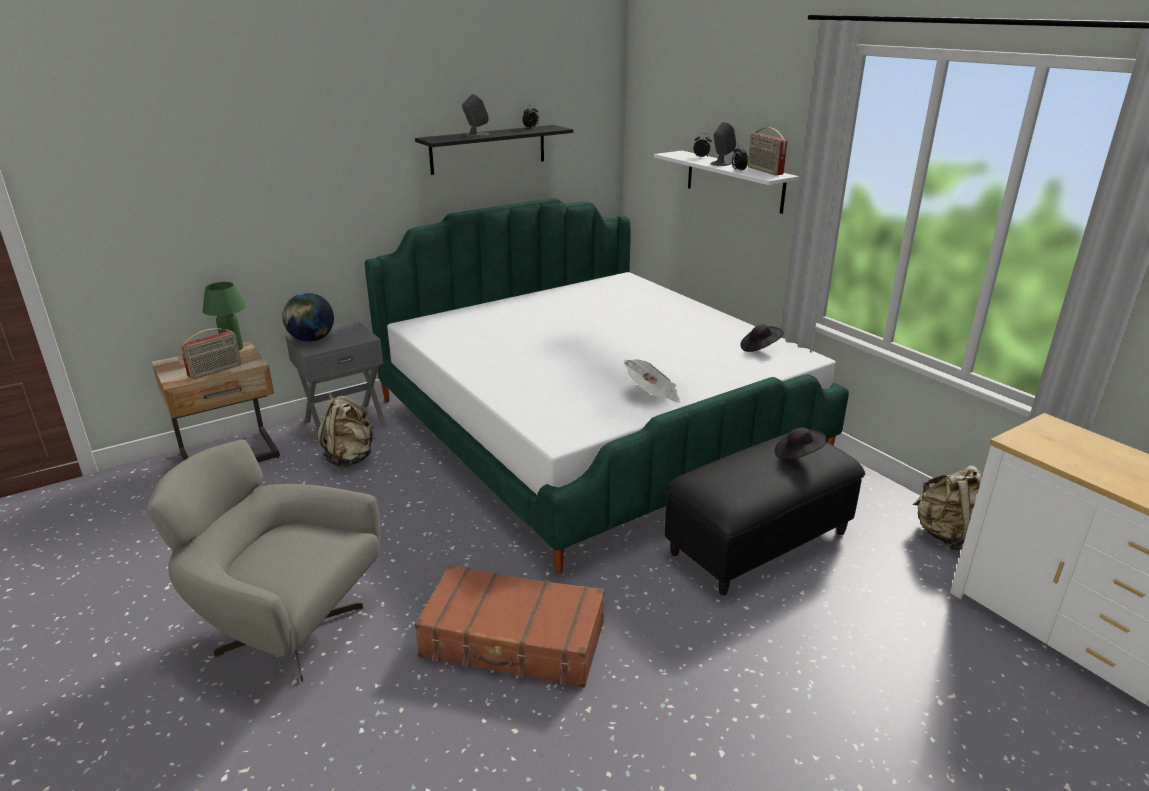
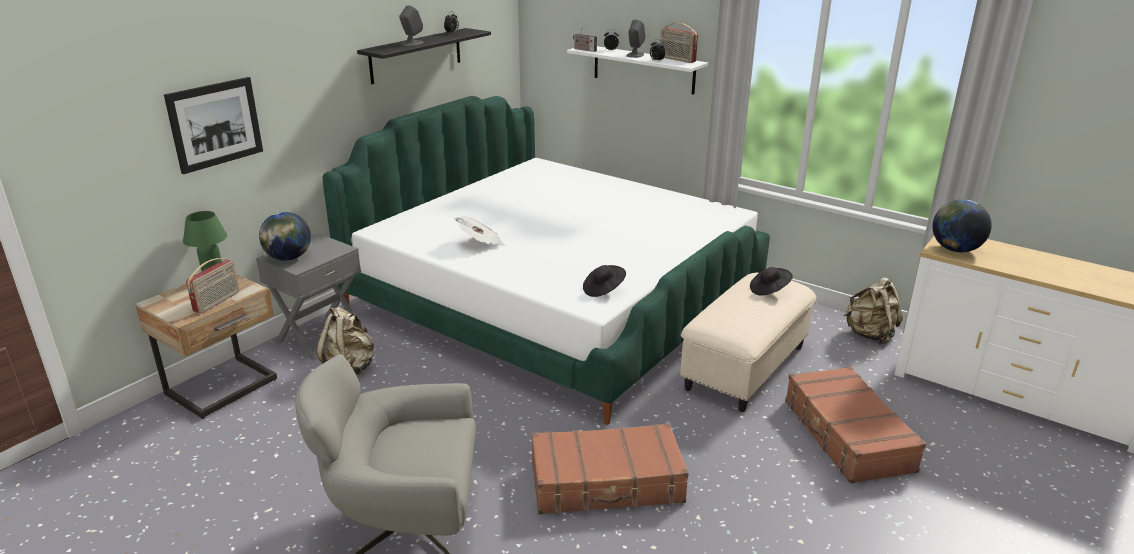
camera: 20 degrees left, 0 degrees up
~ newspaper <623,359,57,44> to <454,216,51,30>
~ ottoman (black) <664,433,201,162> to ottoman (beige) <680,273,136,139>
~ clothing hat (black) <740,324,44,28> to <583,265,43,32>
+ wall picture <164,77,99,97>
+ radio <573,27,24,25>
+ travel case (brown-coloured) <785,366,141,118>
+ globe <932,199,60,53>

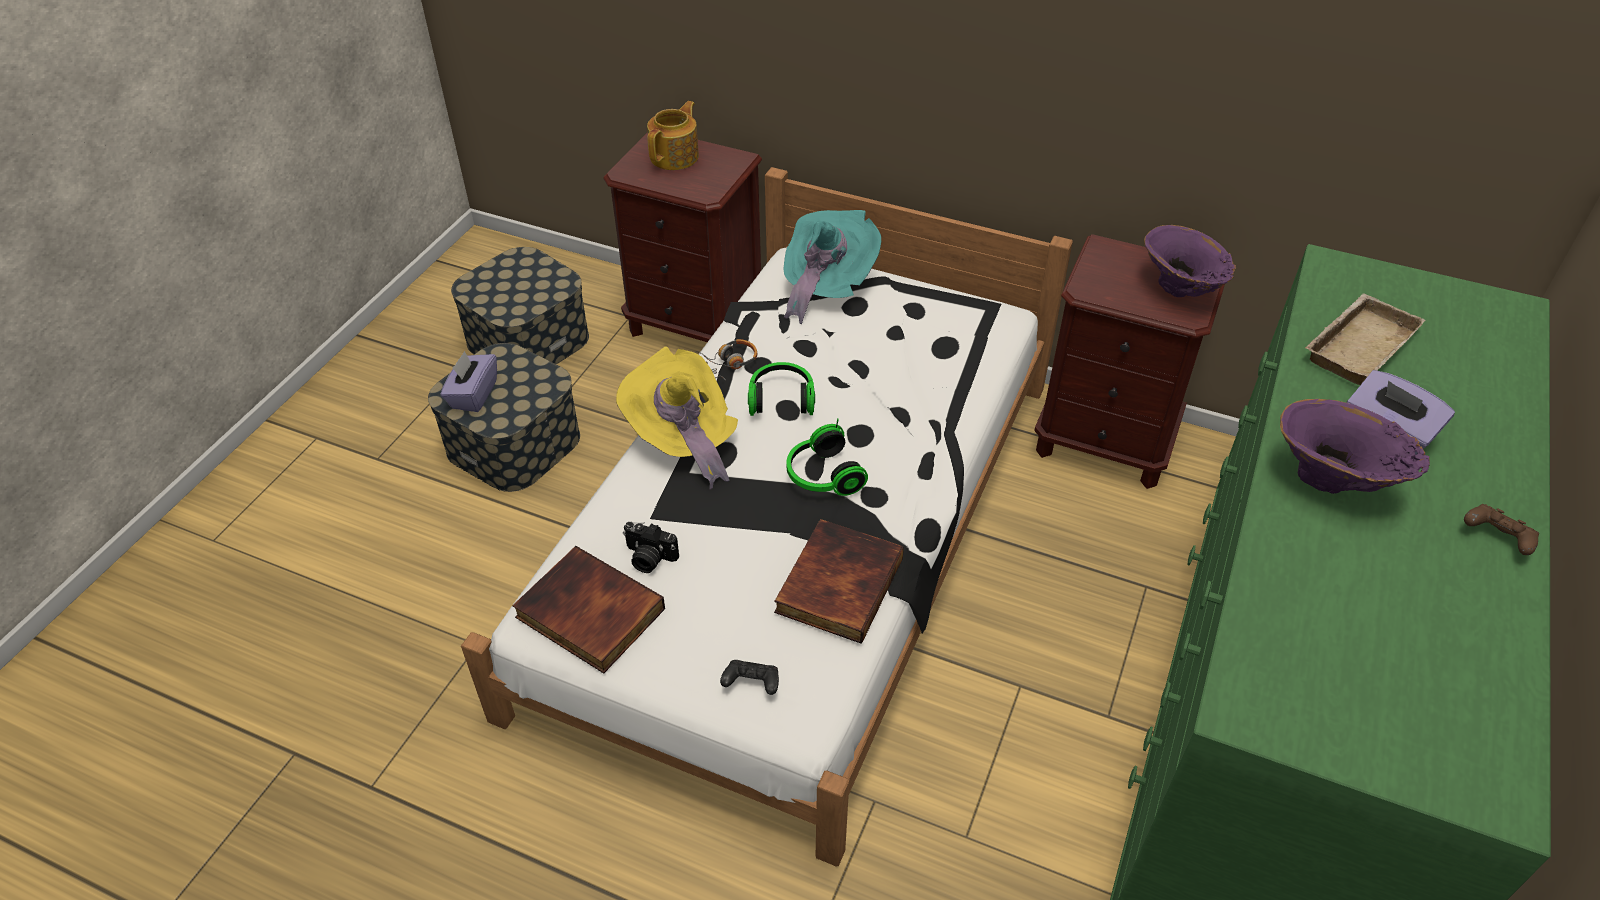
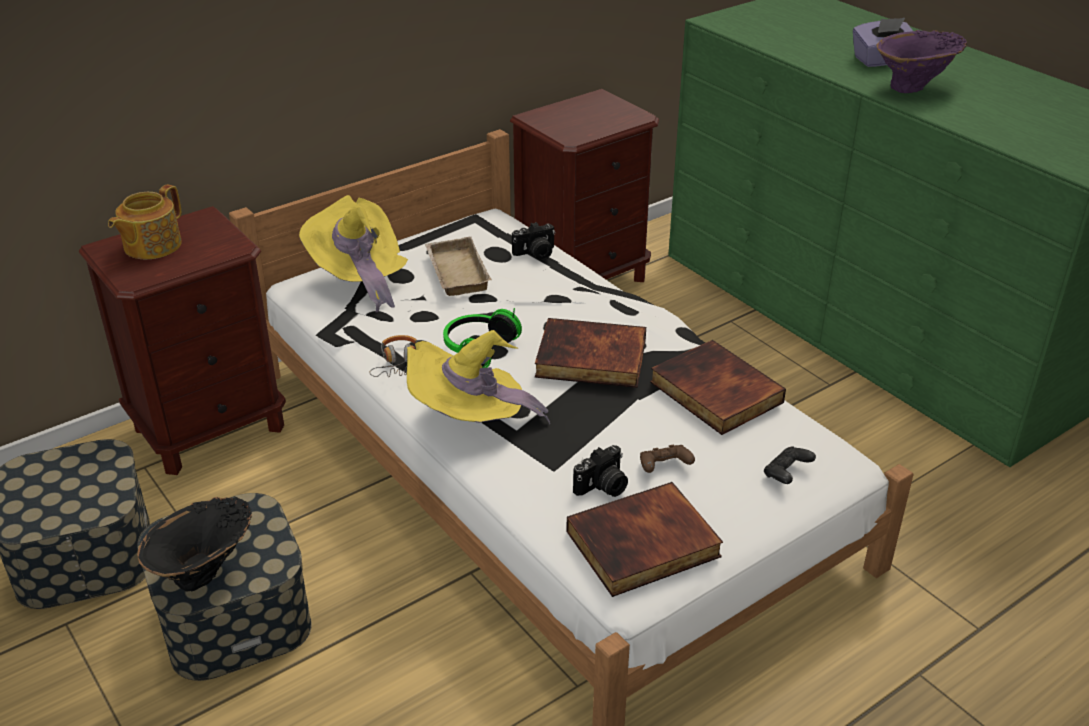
camera: 60 degrees left, 10 degrees down
~ tissue box (purple) <440,351,57,61> to decorative vase (black) <137,497,115,94>
~ pot for tea <647,101,52,69> = <108,184,74,75> 120 degrees counterclockwise
~ clothing hat (blue-green) <783,210,98,114> to clothing hat (yellow-coloured) <299,195,109,117>
~ pair of headphones <786,419,82,77> to volume <535,318,111,70>
- decorative vase (purple) <1144,225,92,72>
~ tray (beige) <1305,294,121,91> to <425,236,67,60>
~ game controller (brown-coloured) <1464,504,75,51> to <640,445,55,28>
+ photo camera <512,222,43,38>

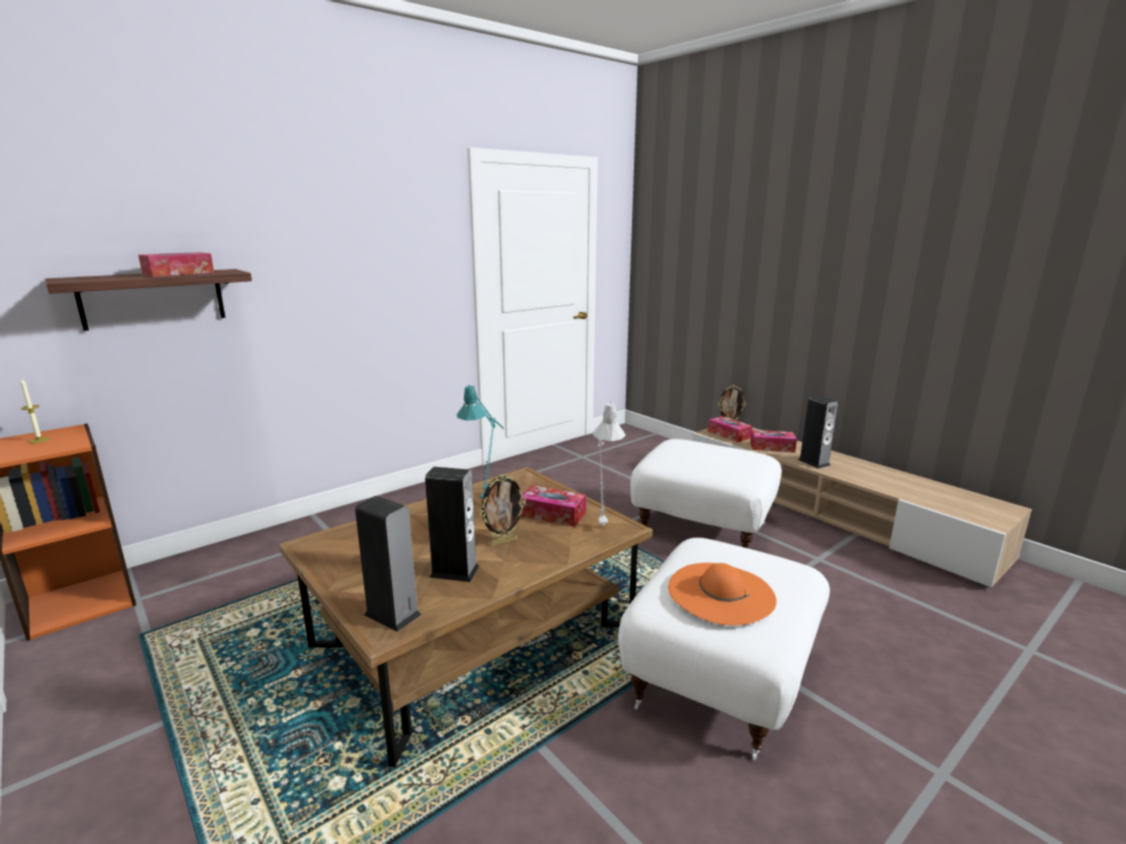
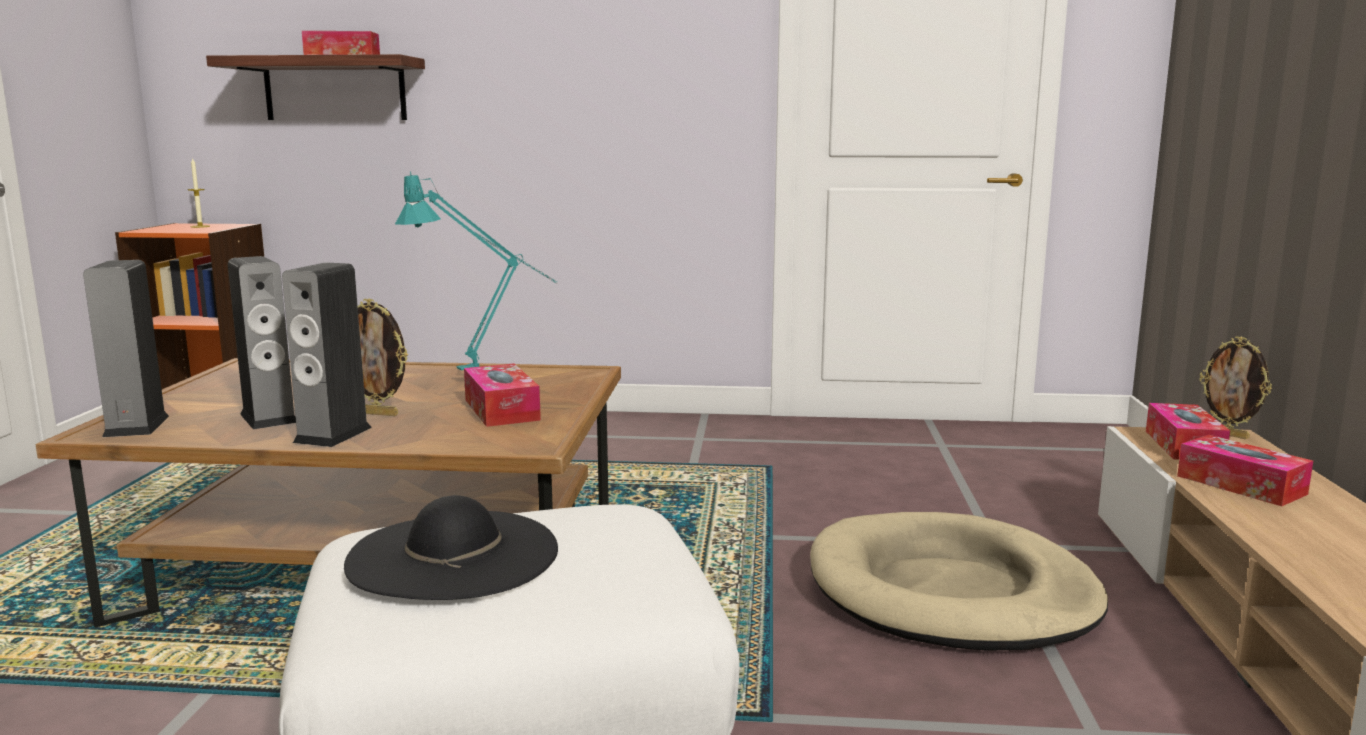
camera: 45 degrees right, 5 degrees down
- table lamp (gray) <593,401,33,125>
~ ottoman (white-coloured) <630,439,152,109> to pet bed (beige) <810,512,298,139>
~ clothing hat (orange-coloured) <668,563,109,63> to clothing hat (black) <344,495,214,105>
~ loudspeaker <798,396,40,73> to <282,263,90,184>

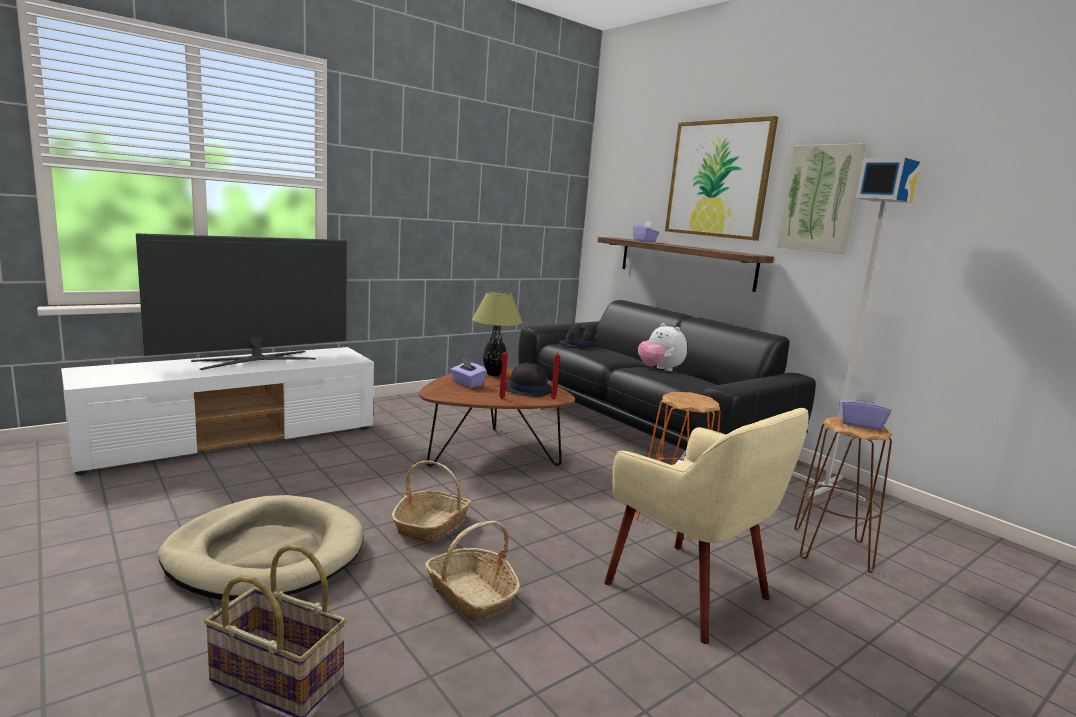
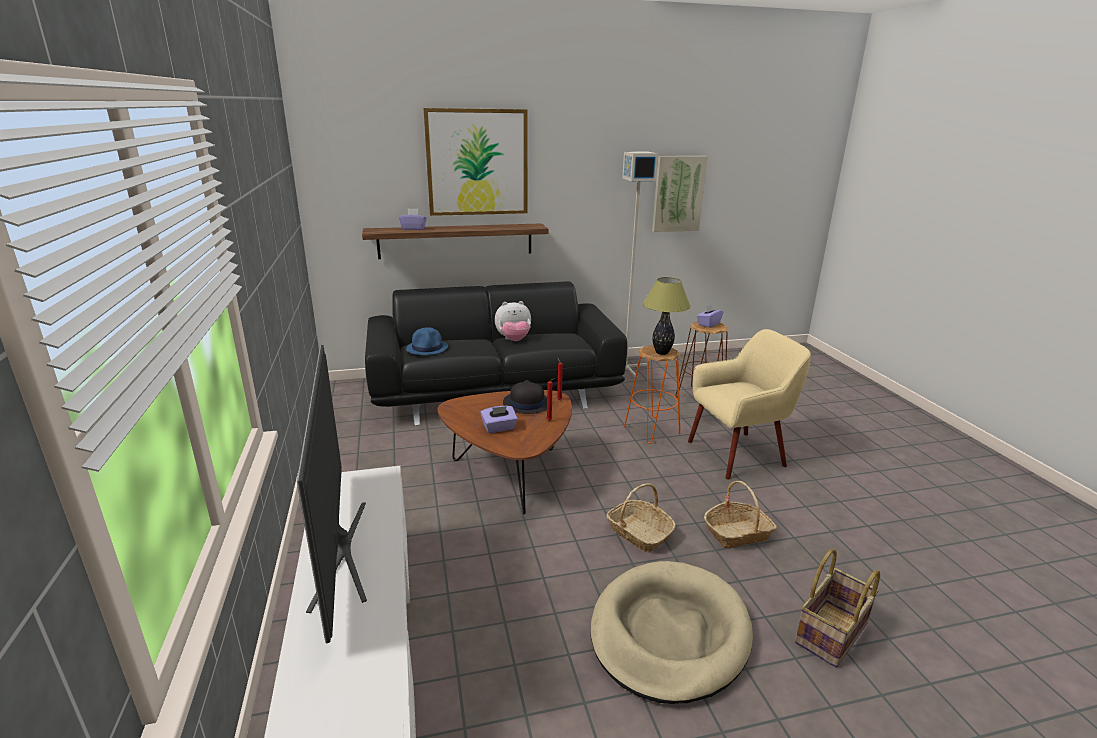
camera: 65 degrees left, 10 degrees up
~ table lamp <472,291,51,85> to <643,277,47,78>
~ clothing hat (black) <558,324,42,23> to clothing hat (blue) <406,327,42,28>
~ wall picture <777,144,89,110> to <652,156,56,76>

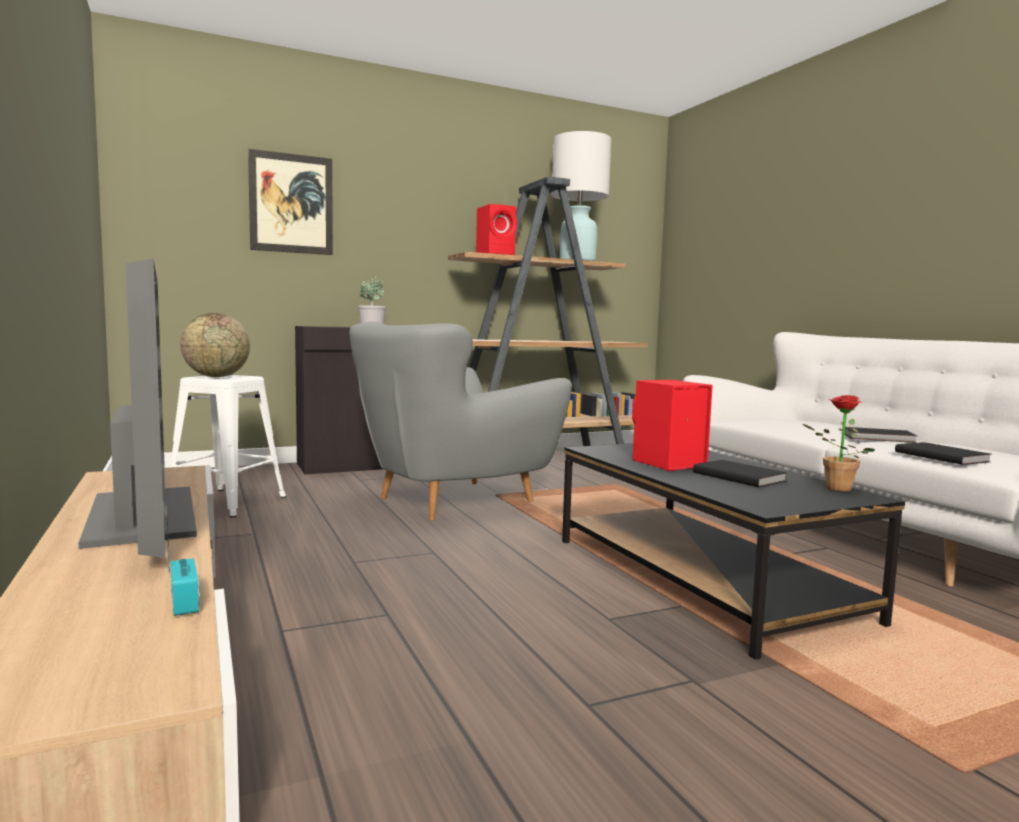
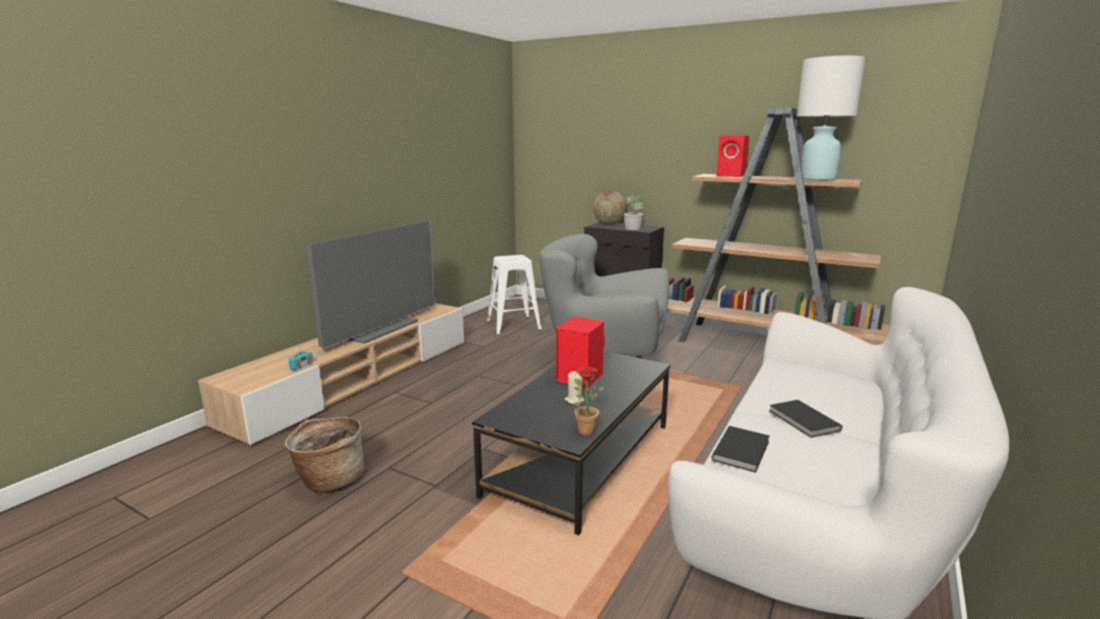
camera: 55 degrees right, 10 degrees up
~ globe <180,313,70,64> to <593,191,34,34>
- wall picture <248,149,85,106>
~ volume (black) <693,460,94,27> to wax candle (beige) <565,371,19,33>
+ storage basket <285,417,79,77>

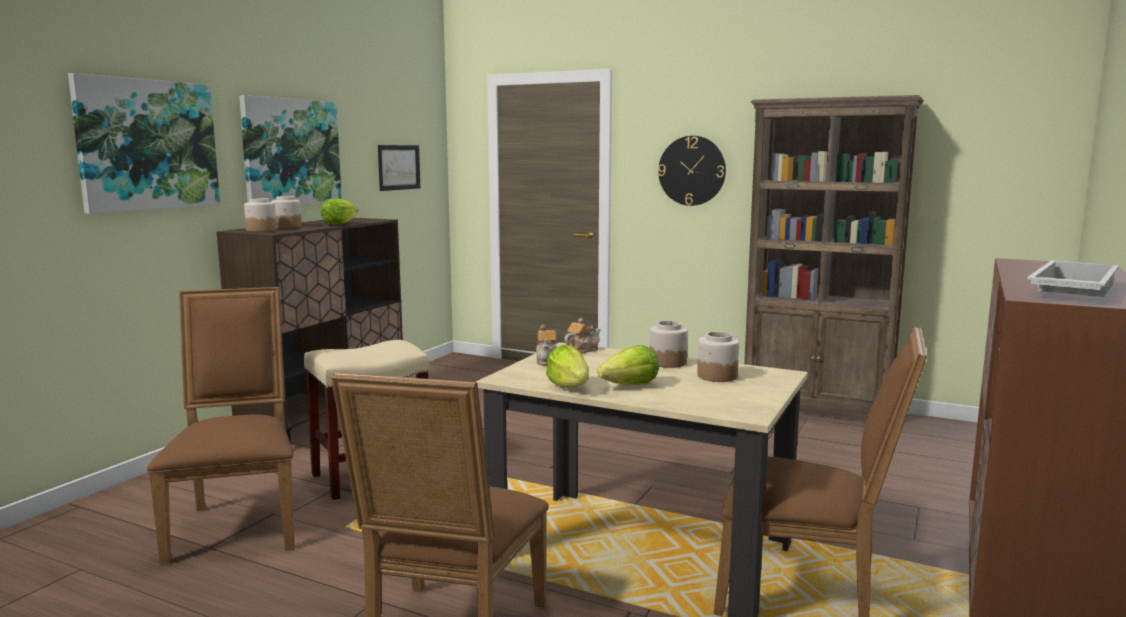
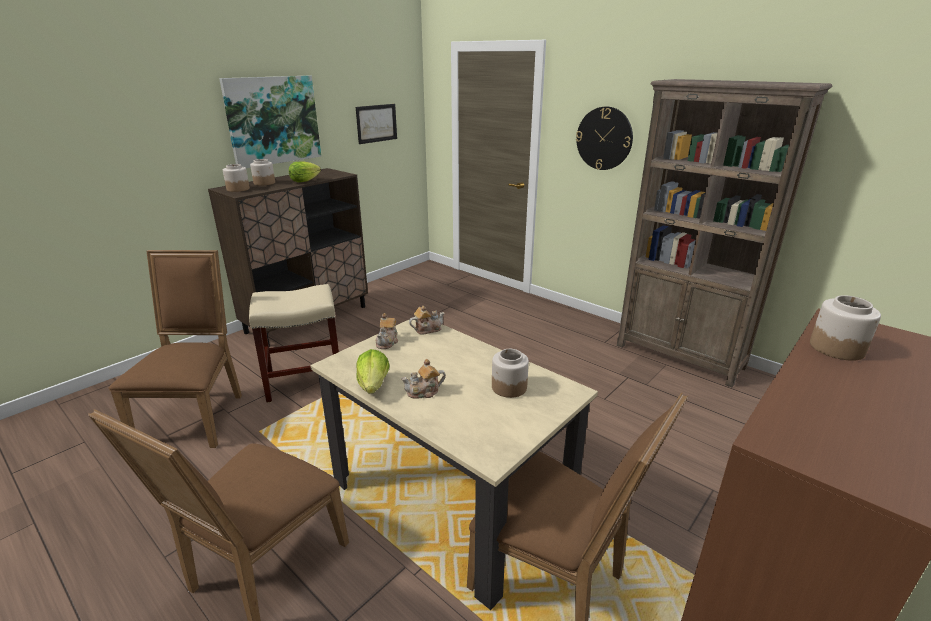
camera: 15 degrees right, 15 degrees up
- wall picture <68,73,152,141>
~ lettuce <597,345,62,40> to pot for tea <401,359,45,40>
~ preserve jar <650,321,38,47> to <810,295,71,66>
- tray (white-coloured) <1027,260,92,37>

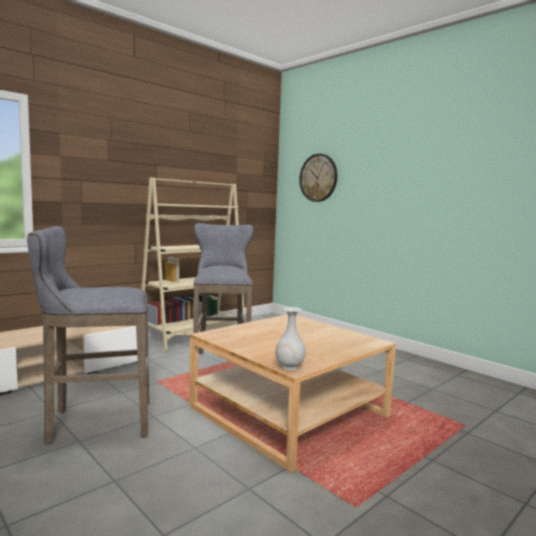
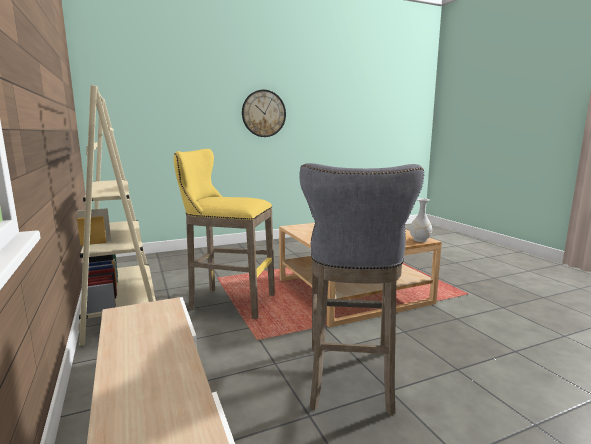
camera: 70 degrees left, 5 degrees up
~ stool seat (gray) <193,223,61,131> to stool seat (yellow-coloured) <174,149,101,170>
~ hanging clock <299,154,38,48> to <242,90,44,47>

